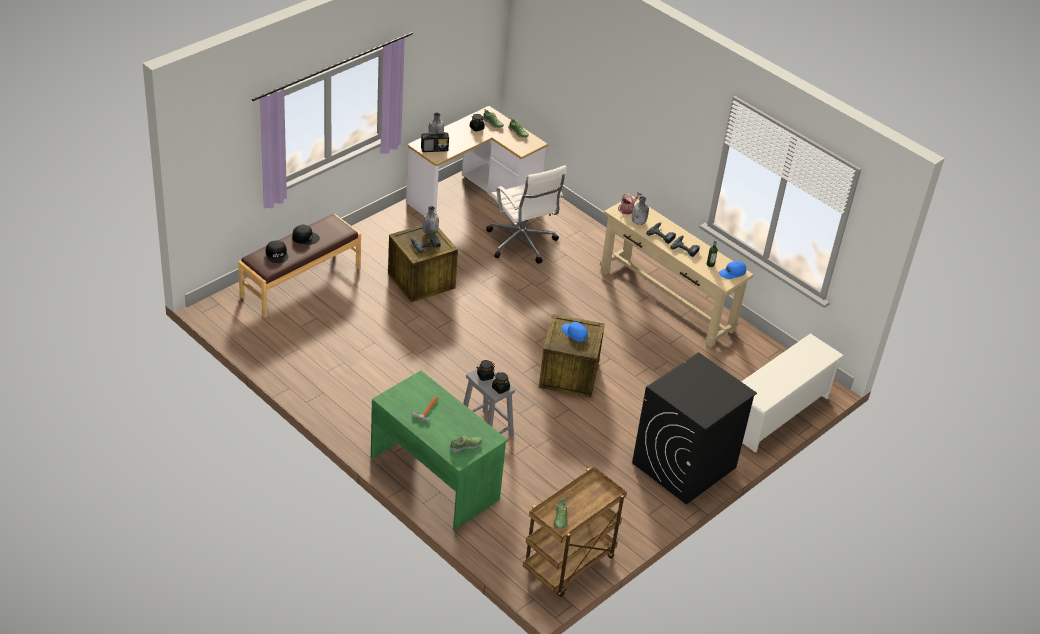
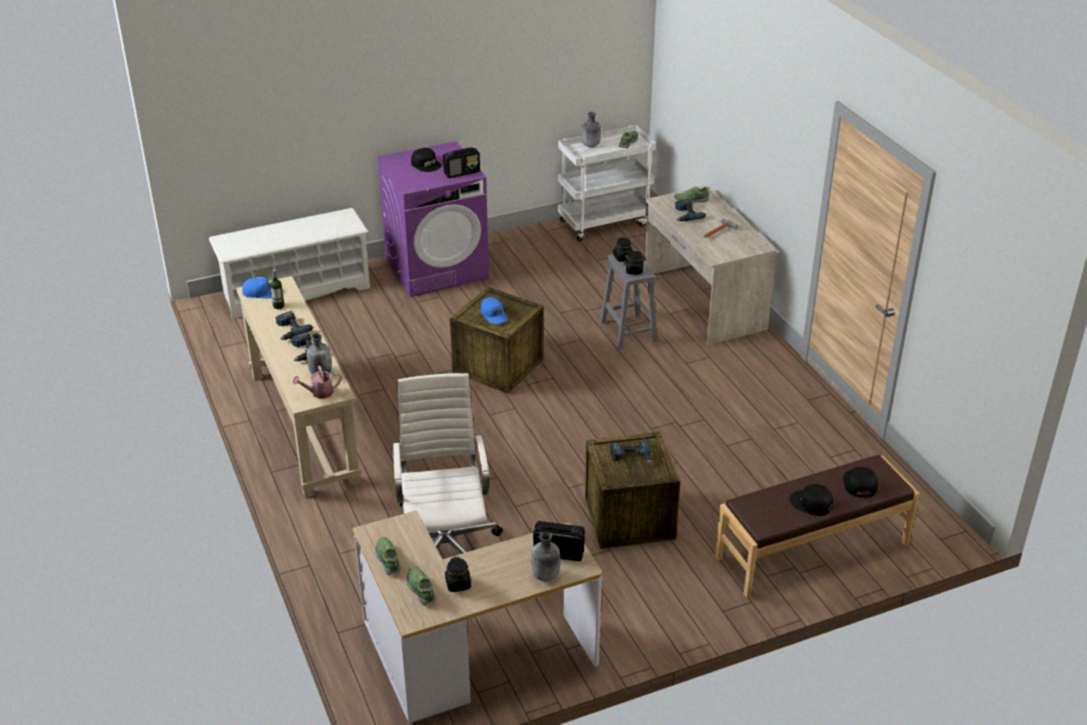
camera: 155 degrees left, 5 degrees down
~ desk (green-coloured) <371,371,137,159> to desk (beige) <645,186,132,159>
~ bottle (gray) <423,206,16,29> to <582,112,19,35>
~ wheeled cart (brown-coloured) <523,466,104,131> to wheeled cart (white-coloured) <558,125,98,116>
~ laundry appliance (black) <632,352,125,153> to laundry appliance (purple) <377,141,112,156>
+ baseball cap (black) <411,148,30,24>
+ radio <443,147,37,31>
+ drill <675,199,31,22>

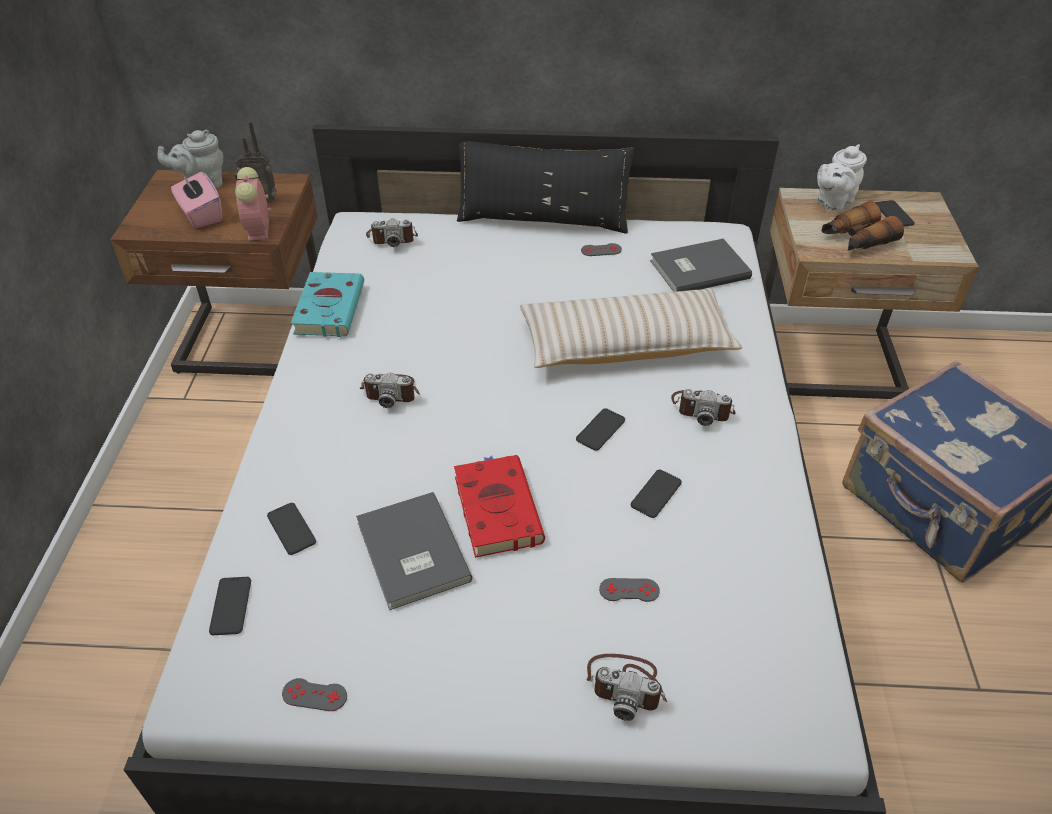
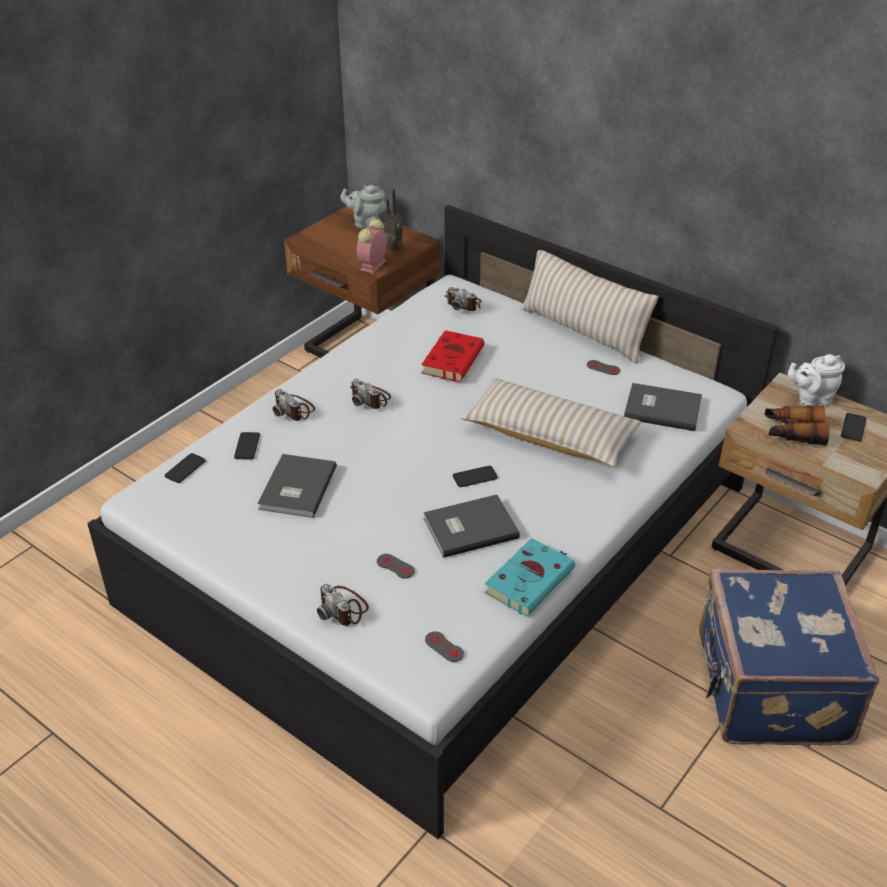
camera: 35 degrees right, 5 degrees down
- tissue box (pinkish) <171,172,51,56>
~ game controller (gray) <282,678,65,33> to <425,631,39,31>
~ volume (blue-green) <291,272,73,65> to <484,538,91,79>
~ volume (reddish) <454,455,91,103> to <421,330,63,52>
~ pillow (black) <457,141,177,93> to pillow (beige) <521,250,138,114>
~ telephone <631,470,51,48> to volume (gray) <424,495,96,63>
~ photo camera <671,389,65,37> to <273,389,42,32>

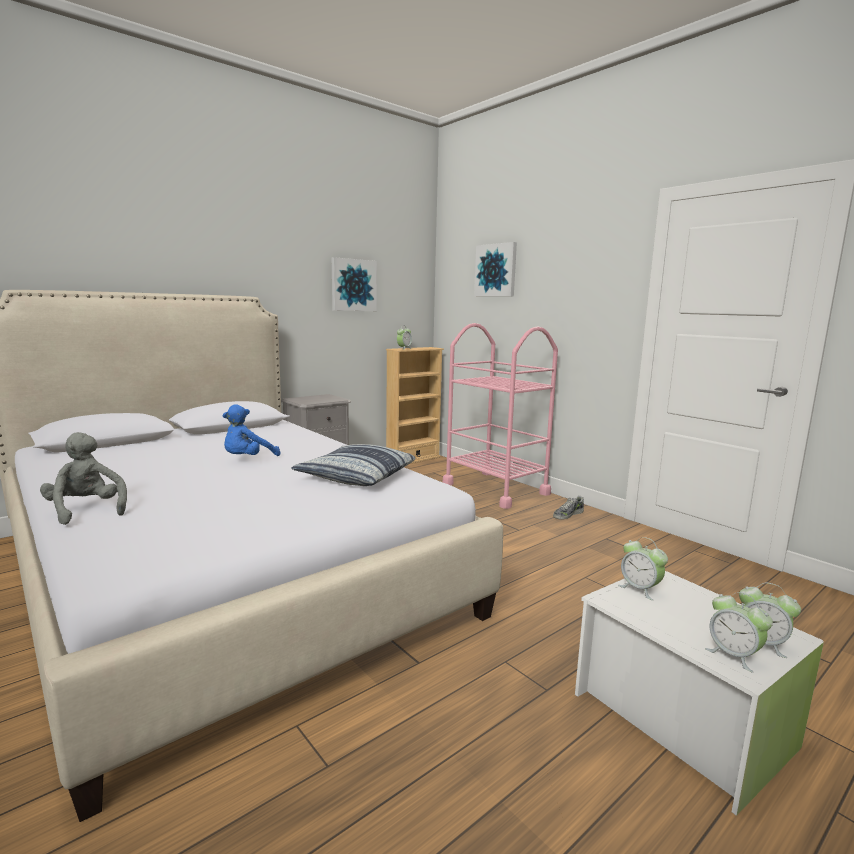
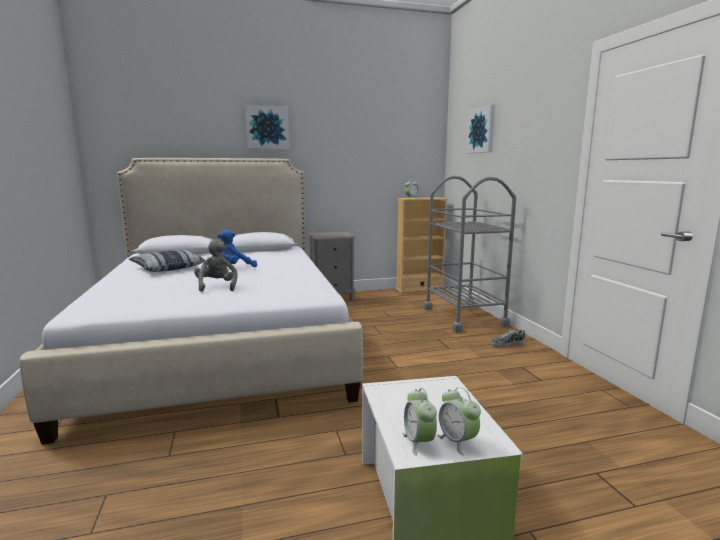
camera: 25 degrees right, 0 degrees up
~ soft toy (gray) <40,432,87,93> to <194,239,44,53>
~ pillow <291,444,125,42> to <129,250,76,22>
~ wall picture <332,257,45,54> to <245,105,45,44>
~ wheeled cart (pinkish) <443,323,115,186> to wheeled cart (gray) <424,176,92,156>
- table clock <618,537,50,63>

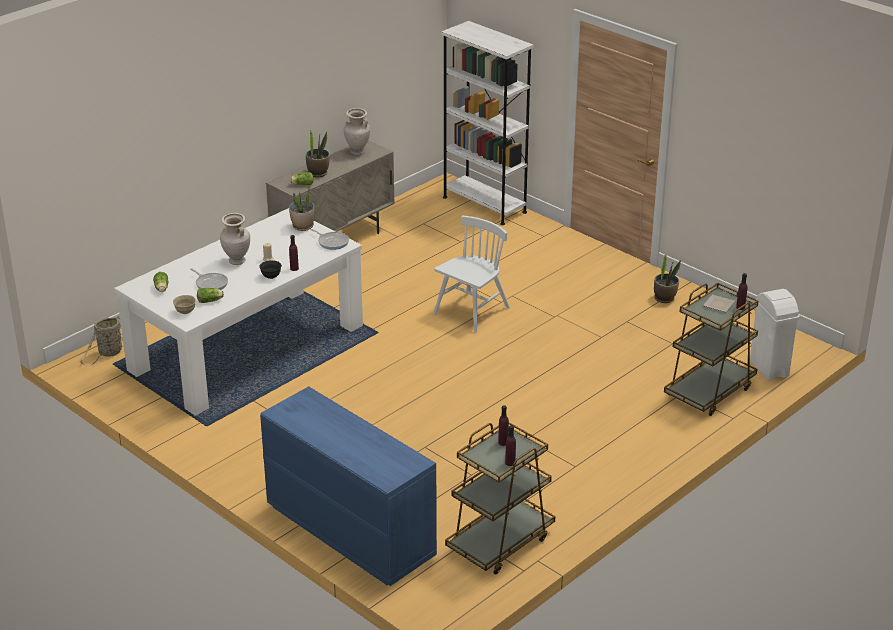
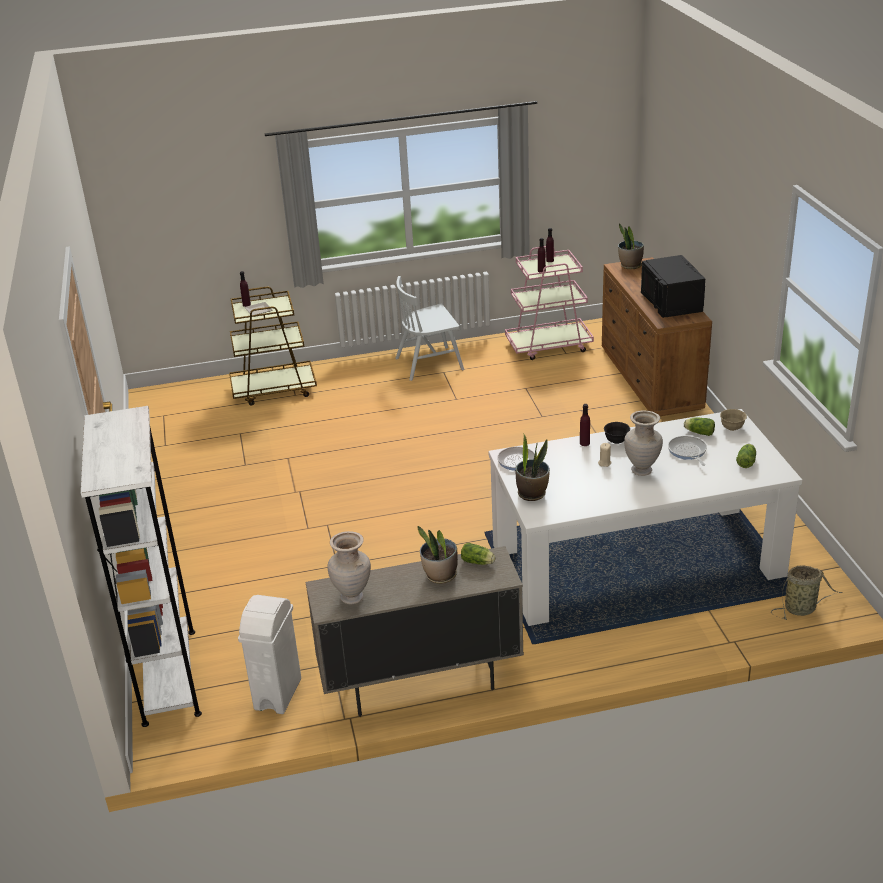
camera: 145 degrees left, 0 degrees up
~ drawer chest (blue) <260,386,177,200> to drawer chest (brown-coloured) <602,257,110,159>
~ chair (white-coloured) <433,216,77,117> to <395,276,69,105>
~ wheeled cart (brown-coloured) <445,422,110,153> to wheeled cart (pinkish) <505,246,89,114>
~ houseplant <654,253,27,50> to <618,223,26,46>
~ waste bin (white-coloured) <750,289,50,92> to <238,595,63,119>
+ kitchen microwave (black) <641,255,64,63>

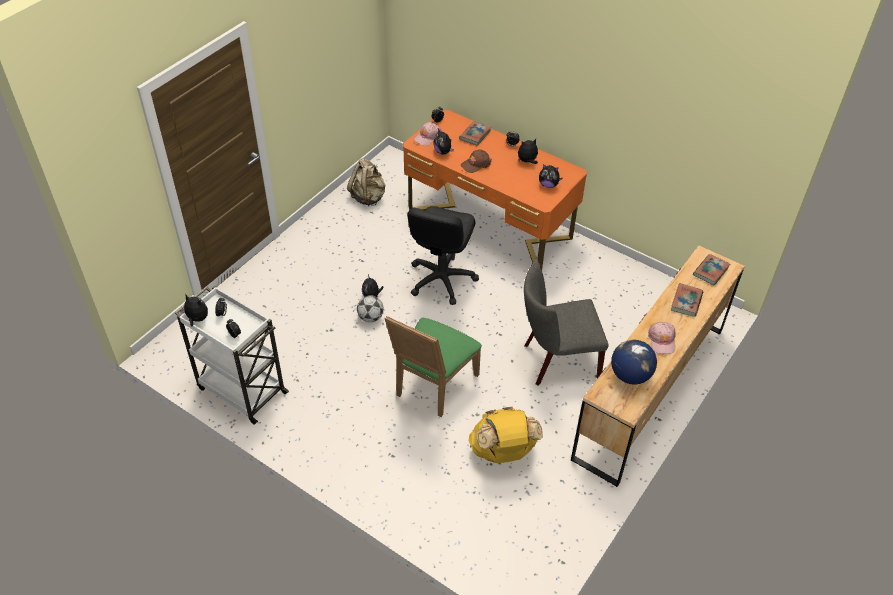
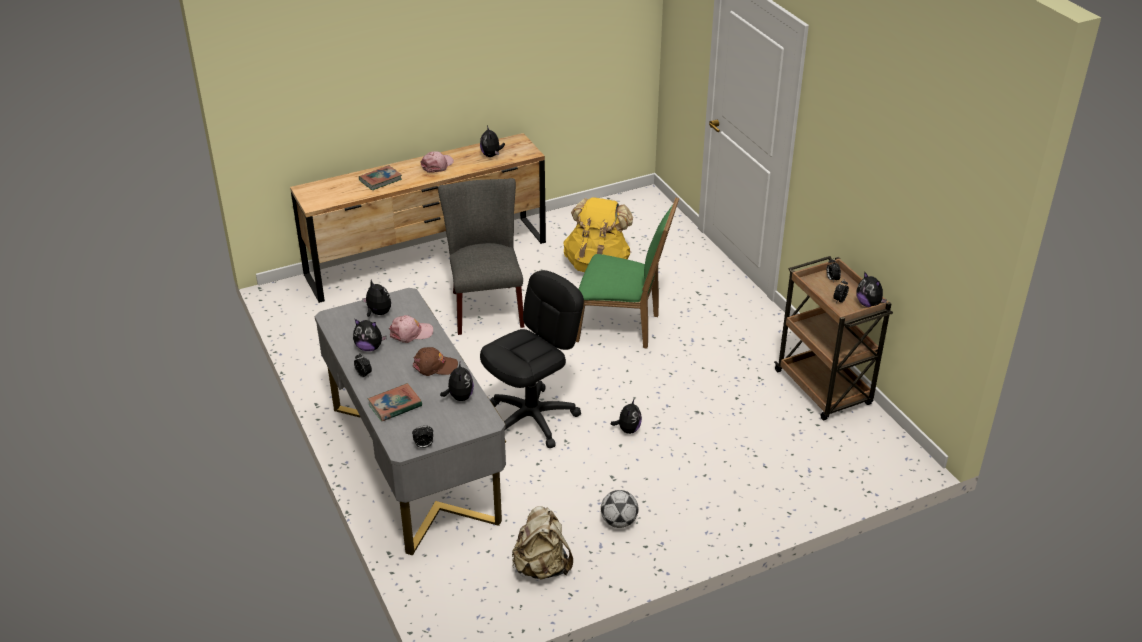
camera: 150 degrees left, 10 degrees down
~ wheeled cart (white-coloured) <175,286,114,139> to wheeled cart (brown-coloured) <774,256,119,164>
~ football <357,295,27,27> to <601,490,37,38>
~ chair (green-coloured) <384,316,98,101> = <576,197,103,152> 45 degrees clockwise
~ desk (orange-coloured) <403,110,184,159> to desk (gray) <315,288,191,267>
~ baseball cap (pinkish) <414,122,28,24> to <389,315,44,28>
~ chair (gray) <524,259,85,127> = <438,178,86,157> 120 degrees counterclockwise
~ globe <611,340,46,44> to soft toy <480,126,25,31>
- volume <693,254,37,32>

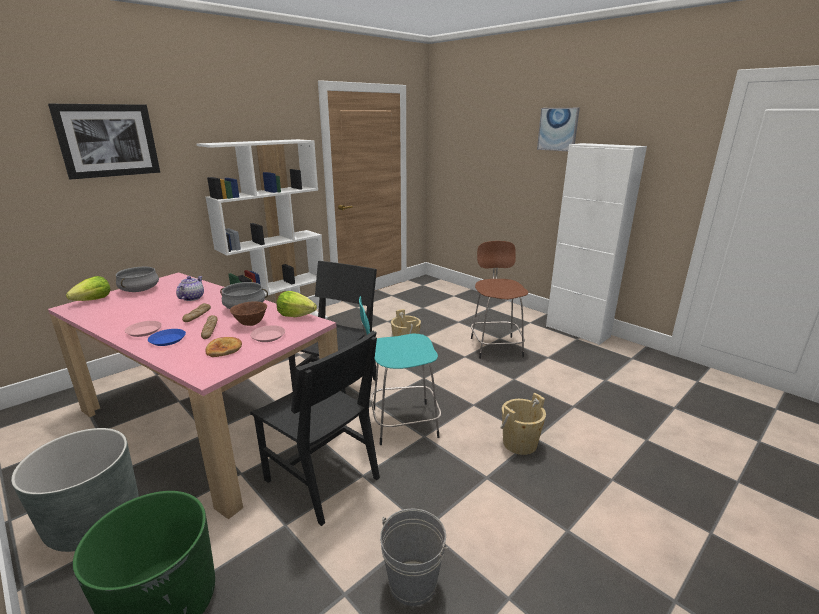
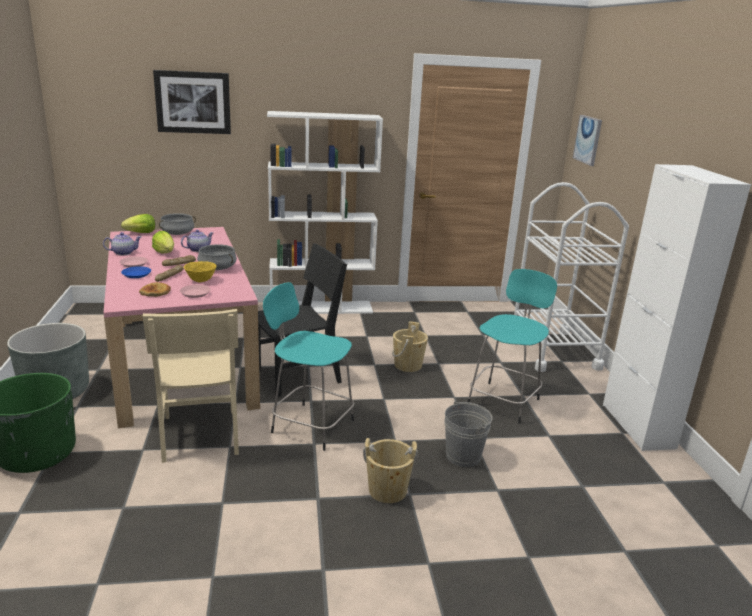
camera: 35 degrees right, 0 degrees up
~ deep dish (brown-coloured) <230,301,37,25> to deep dish (yellow-coloured) <184,261,33,21>
~ chair (black) <250,331,130,195> to chair (beige) <142,309,97,154>
~ lettuce <277,291,40,26> to <152,231,22,22>
~ water bucket (gray) <380,509,69,97> to <444,400,49,67>
~ stool seat (brown-coloured) <471,241,57,118> to stool seat (blue-green) <467,269,90,155>
~ wall picture <537,108,43,43> to <573,115,29,51>
+ pot for tea <103,232,38,23>
+ wheeled cart (white-coloured) <514,182,115,190>

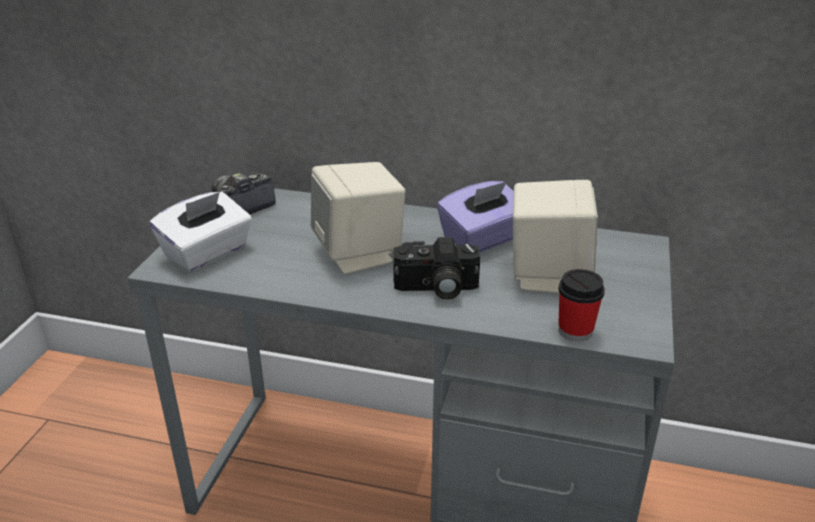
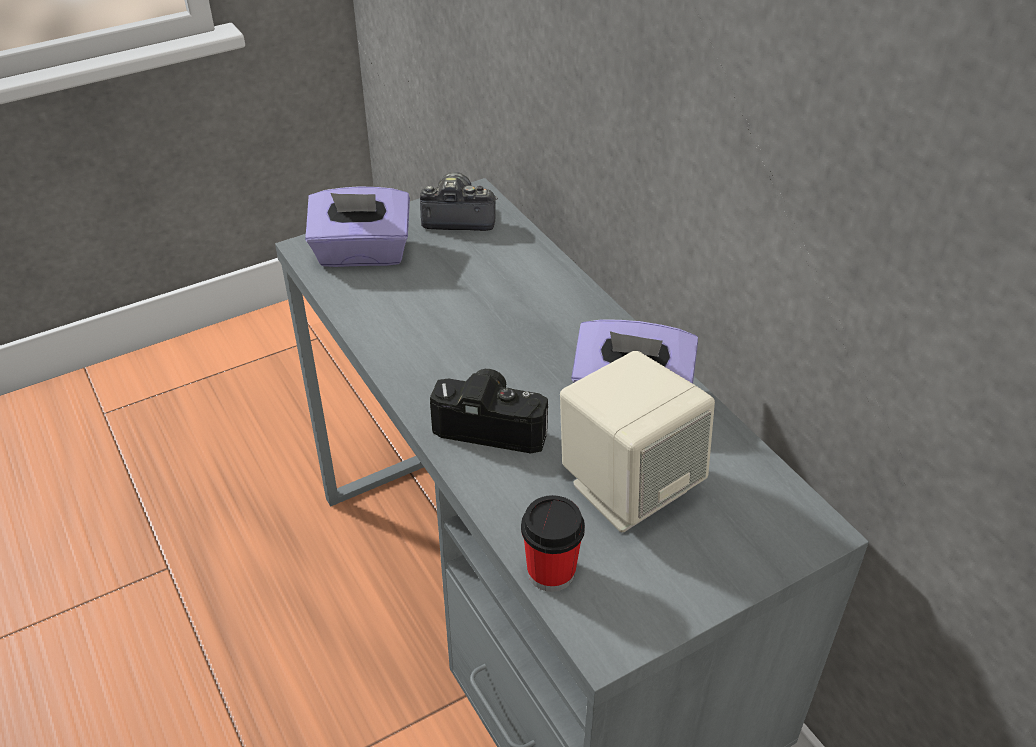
camera: 45 degrees right, 10 degrees up
~ tissue box (white-coloured) <150,191,102,81> to tissue box (purple) <305,186,105,81>
- loudspeaker (beige) <311,162,94,112>
~ photo camera <393,237,87,63> = <430,369,118,84> 150 degrees clockwise

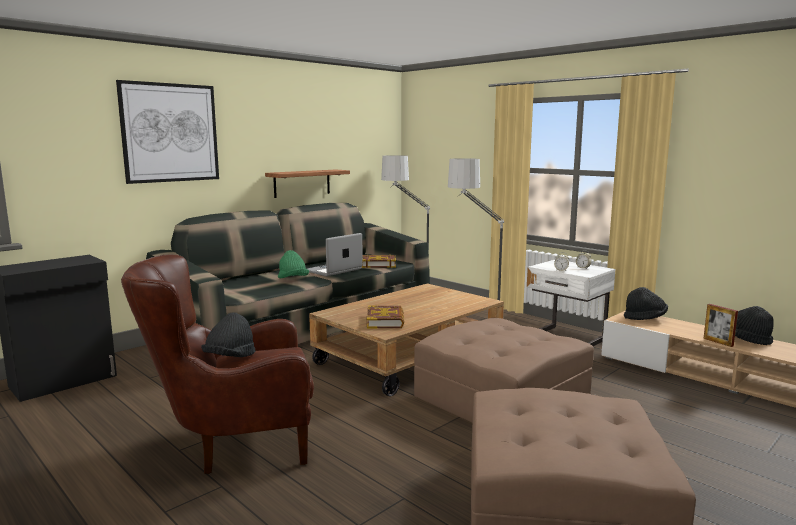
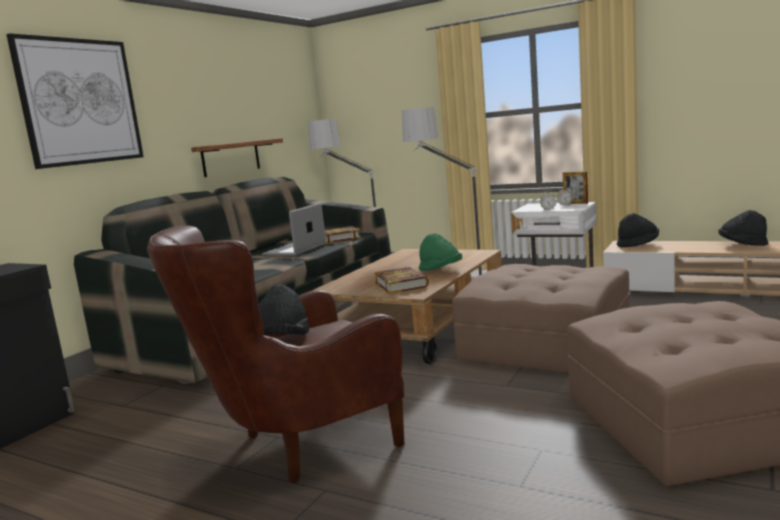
camera: 15 degrees left, 0 degrees up
~ clothing hat (green-coloured) <278,250,31,28> to <419,233,43,38>
~ standing frame <703,304,35,43> to <563,172,25,32>

